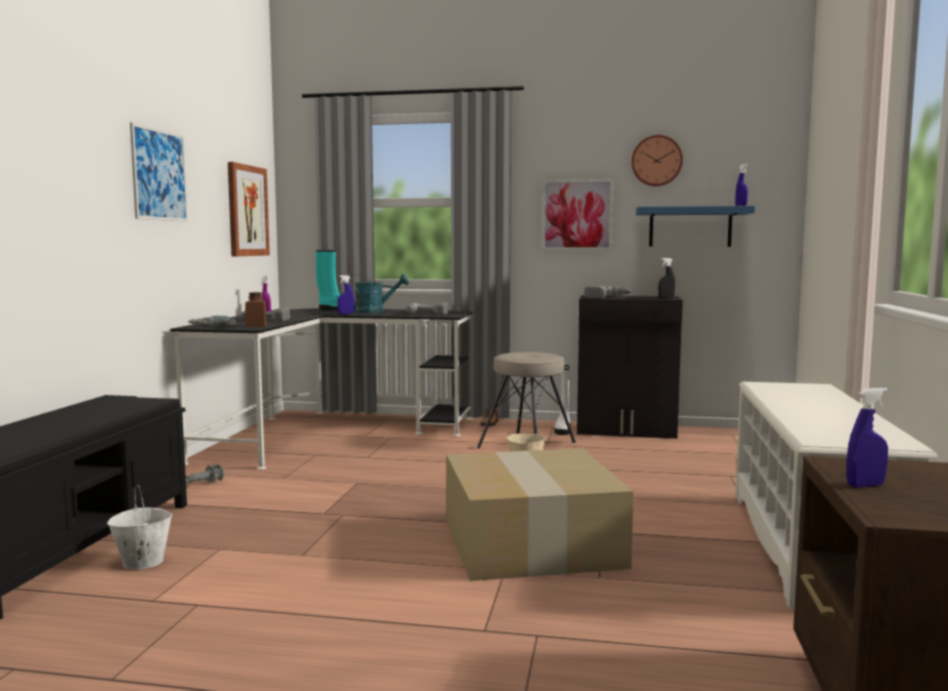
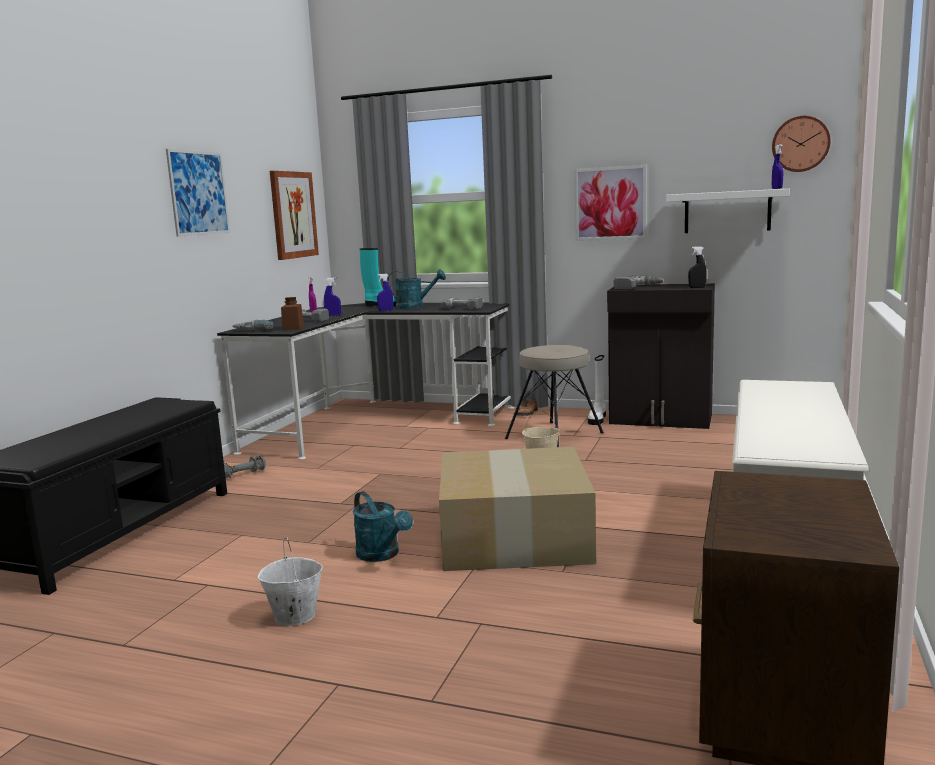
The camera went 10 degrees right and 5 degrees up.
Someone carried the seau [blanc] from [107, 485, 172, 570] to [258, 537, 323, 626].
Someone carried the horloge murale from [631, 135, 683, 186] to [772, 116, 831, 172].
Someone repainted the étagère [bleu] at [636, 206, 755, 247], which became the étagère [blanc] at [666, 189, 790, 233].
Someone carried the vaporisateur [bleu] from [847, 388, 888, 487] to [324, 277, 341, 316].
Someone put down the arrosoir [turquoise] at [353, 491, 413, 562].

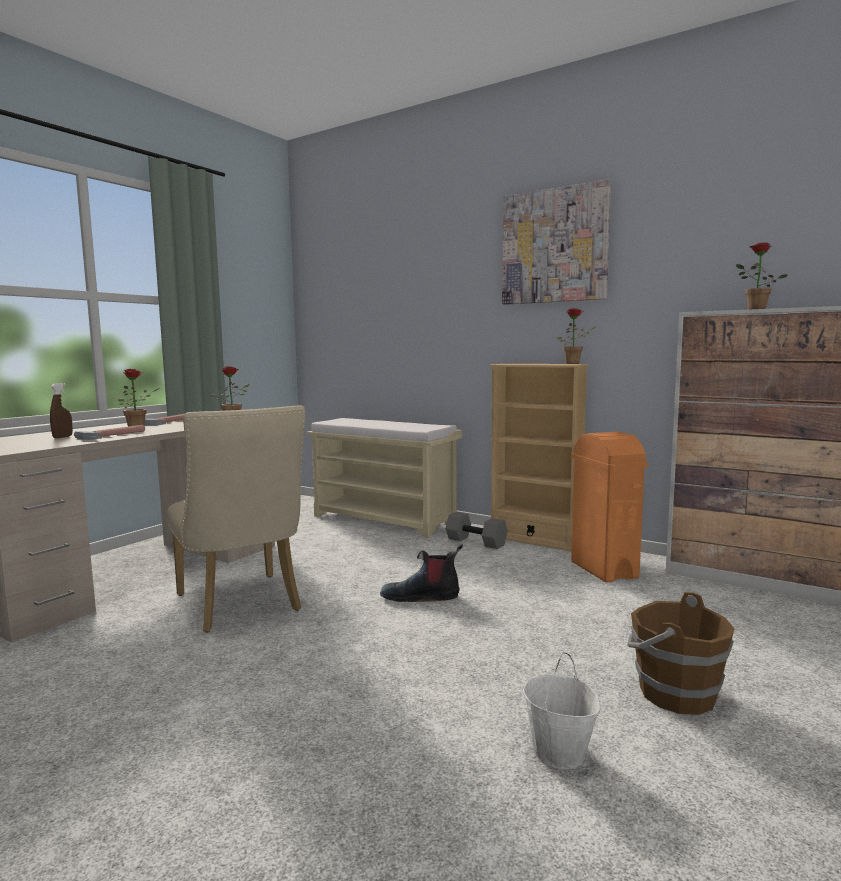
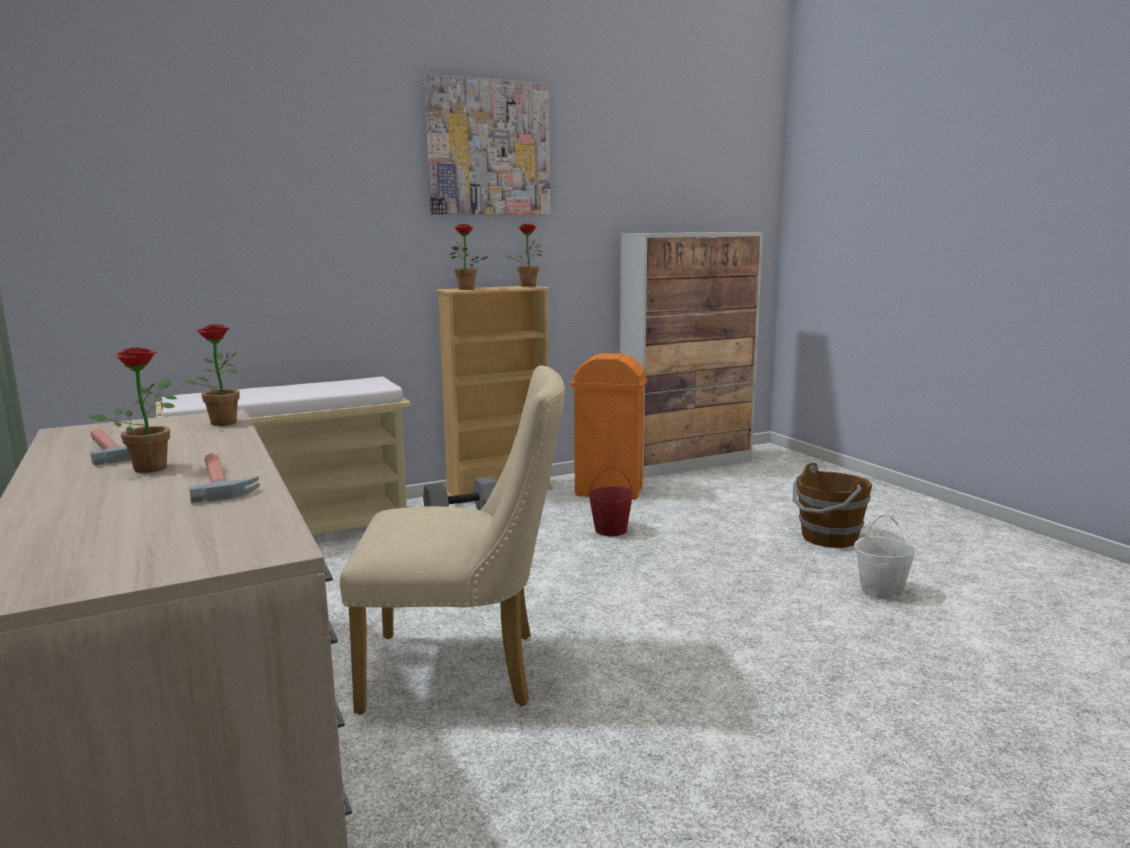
The camera went 60 degrees left and 5 degrees up.
Someone took away the vaporisateur [marron] at [50, 383, 73, 438].
Someone took away the botte at [380, 544, 463, 602].
Someone carried the plante en pot from [736, 242, 787, 310] to [450, 224, 488, 290].
Someone put down the seau [rouge] at [588, 466, 634, 536].

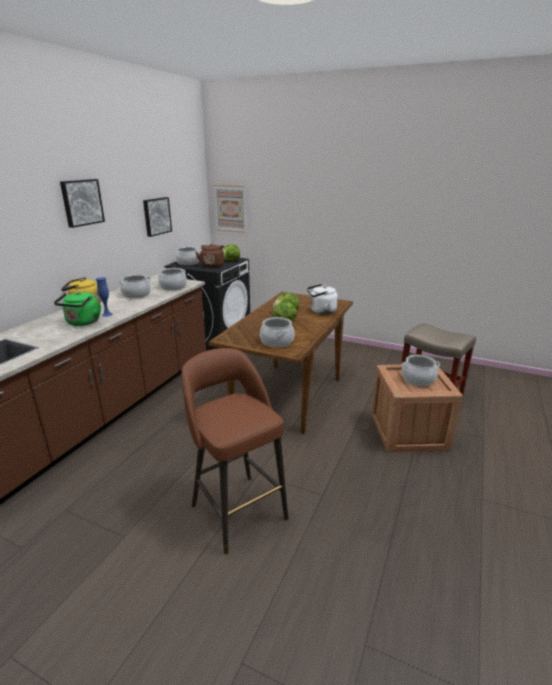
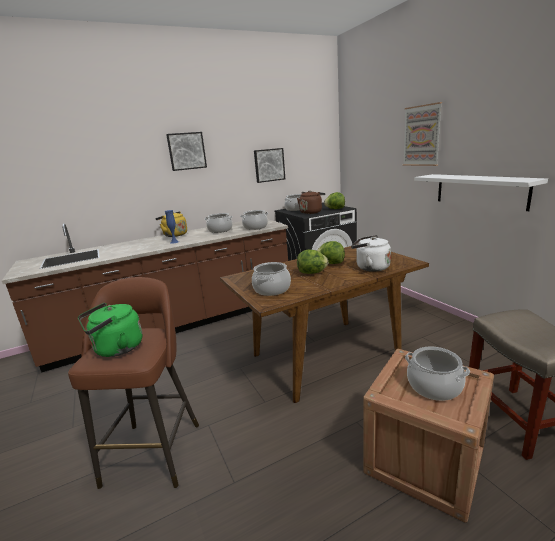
The camera went 40 degrees right and 5 degrees down.
Someone carried the bouilloire [vert] from [54, 292, 101, 326] to [78, 303, 142, 357].
Someone carried the tableau from [214, 185, 246, 233] to [403, 102, 442, 166].
Someone put up the étagère [blanc] at [414, 174, 548, 211].

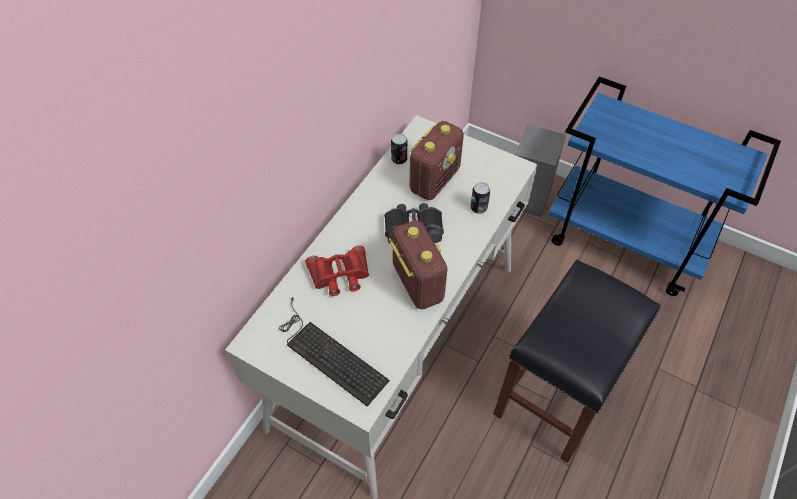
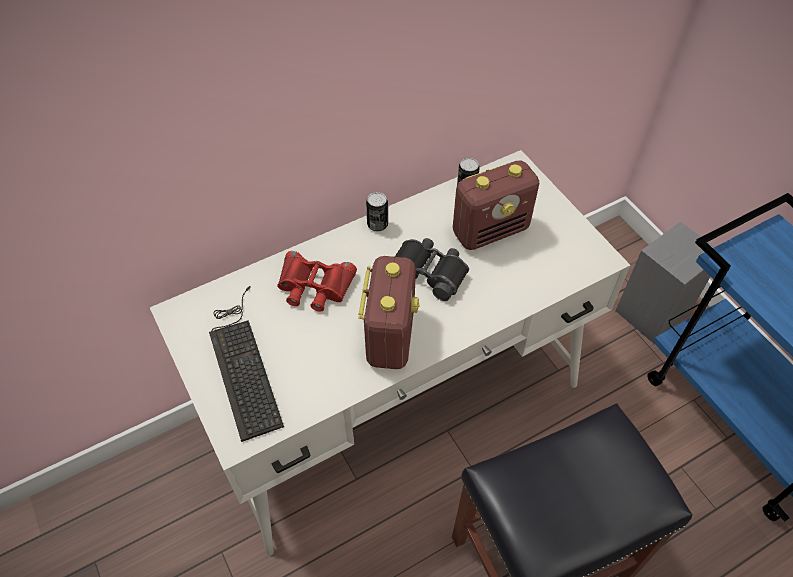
The camera went 30 degrees right and 0 degrees up.
Someone carried the boîte métallique from [471, 182, 490, 214] to [366, 192, 388, 232].

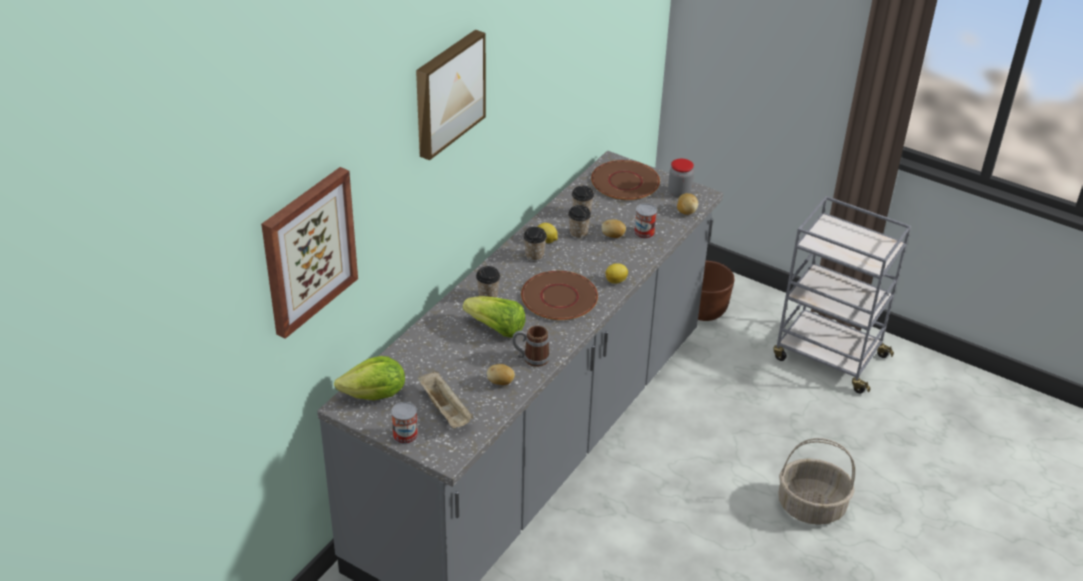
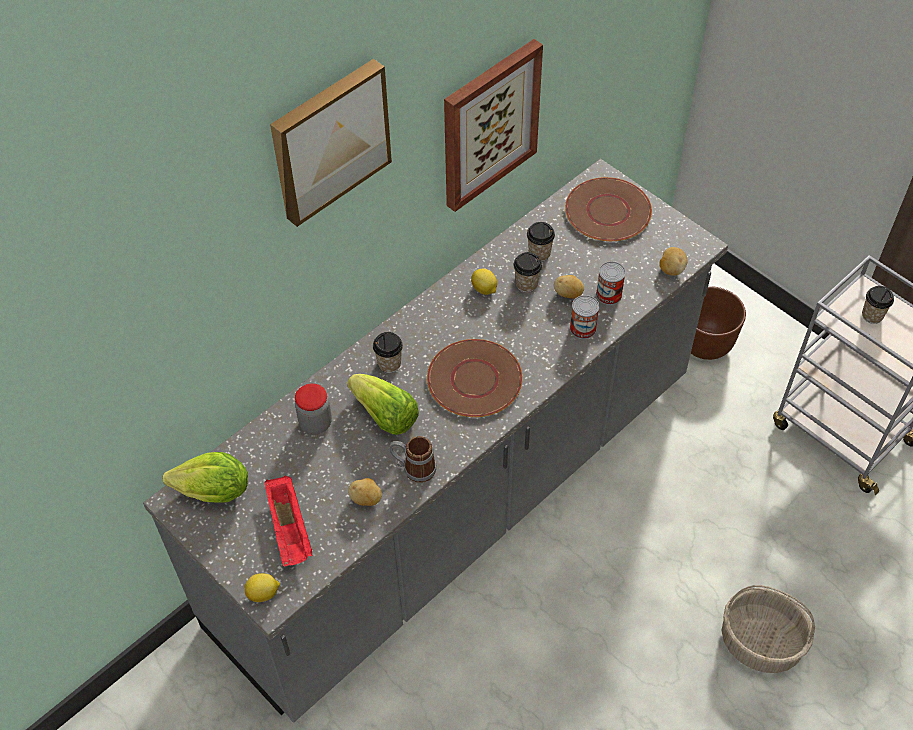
The camera went 15 degrees right and 15 degrees up.
Someone carried the tableau from [261, 167, 358, 339] to [444, 39, 543, 212].
Someone carried the boîte métallique from [391, 402, 418, 444] to [570, 295, 599, 339].
Someone repainted the plateau [beige] at [418, 371, 473, 428], which became the plateau [rouge] at [265, 476, 312, 566].
Someone carried the tasse from [523, 227, 547, 261] to [862, 286, 894, 324].
Someone carried the citron from [605, 263, 628, 284] to [245, 573, 280, 602].
Someone carried the bocal from [668, 159, 694, 198] to [295, 384, 332, 434].

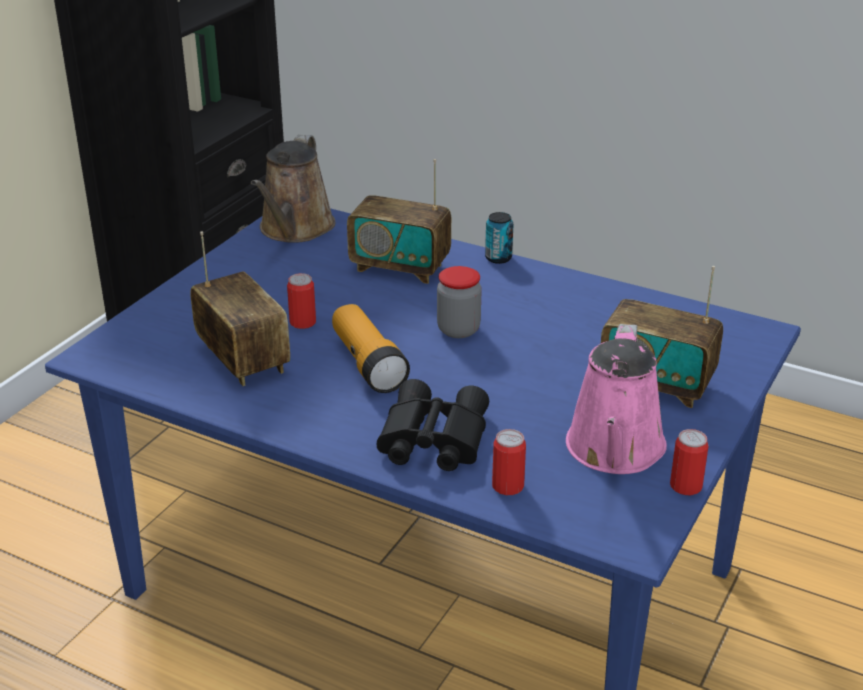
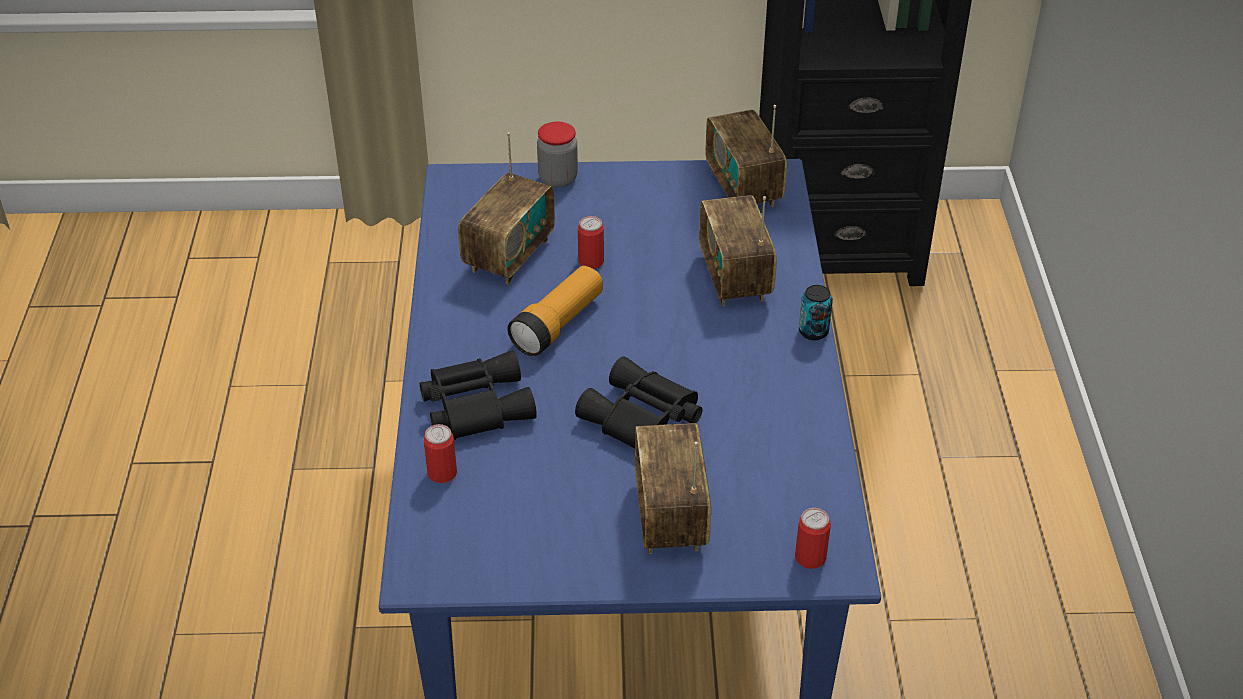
The camera went 60 degrees right and 10 degrees up.
Someone swapped the arrosoir [marron] at [251, 135, 336, 243] for the radio at [705, 105, 787, 207].
Someone carried the bocal from [437, 266, 482, 338] to [537, 122, 578, 187].
Someone took away the arrosoir [rose] at [566, 324, 667, 474].
Someone carried the boîte métallique from [670, 429, 709, 495] to [795, 508, 831, 569].
Someone put down the jumelles [noir] at [575, 356, 702, 448].

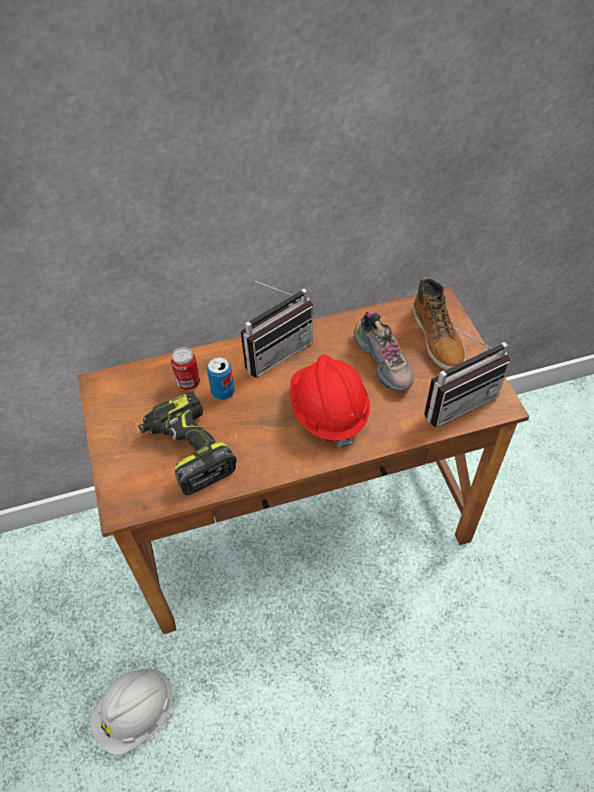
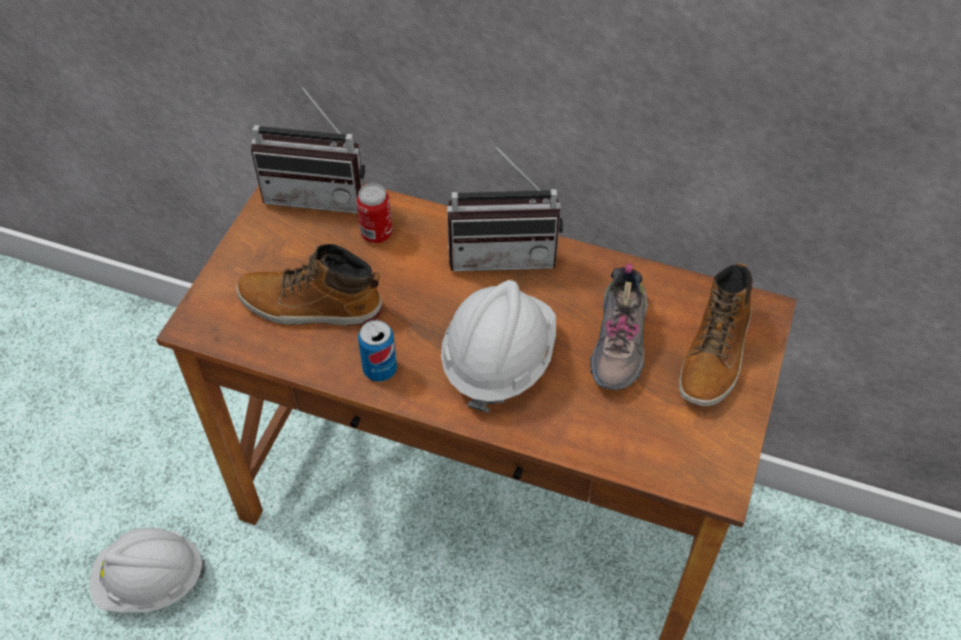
The camera went 35 degrees right and 0 degrees up.
Someone swapped the perceuse at [138, 391, 237, 495] for the botte at [236, 244, 382, 326].
Someone carried the boîte métallique from [207, 357, 235, 400] to [358, 320, 397, 382].
Someone repainted the casque de chantier [rouge] at [290, 355, 370, 448], which became the casque de chantier [blanc] at [441, 280, 556, 413].
Someone carried the radio from [424, 325, 510, 427] to [251, 82, 365, 214].

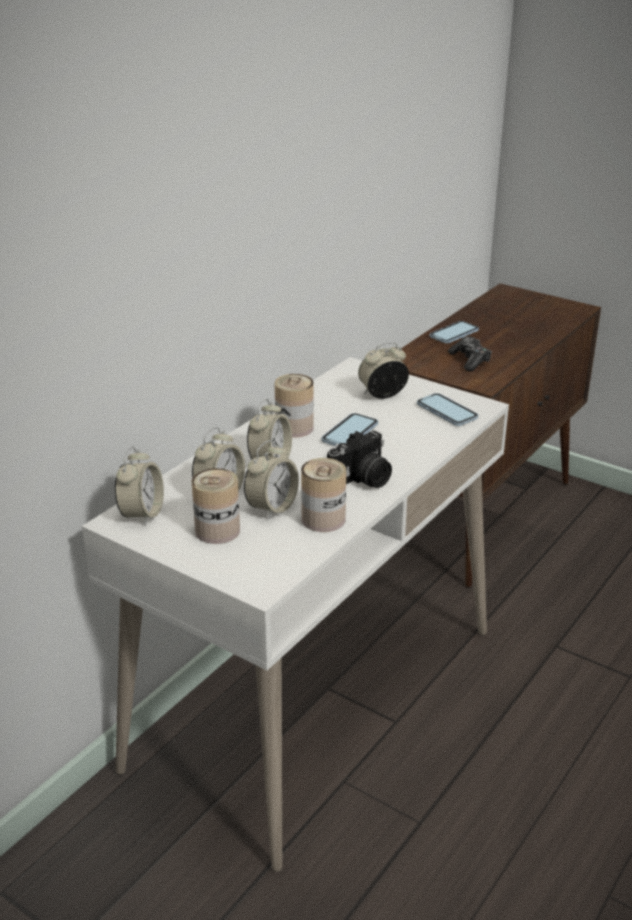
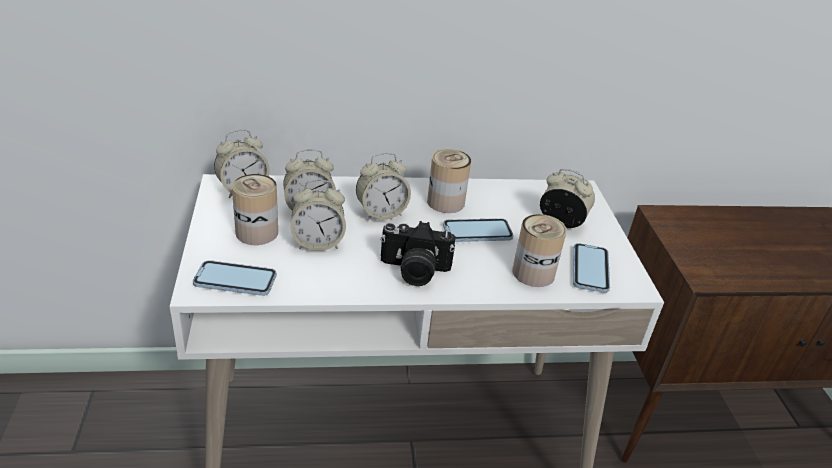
The camera went 45 degrees right and 5 degrees up.
Someone carried the boîte métallique from [301, 458, 346, 532] to [512, 214, 567, 287].
Someone carried the téléphone from [430, 321, 479, 343] to [193, 260, 277, 296].
Someone took away the manette at [448, 336, 492, 371].

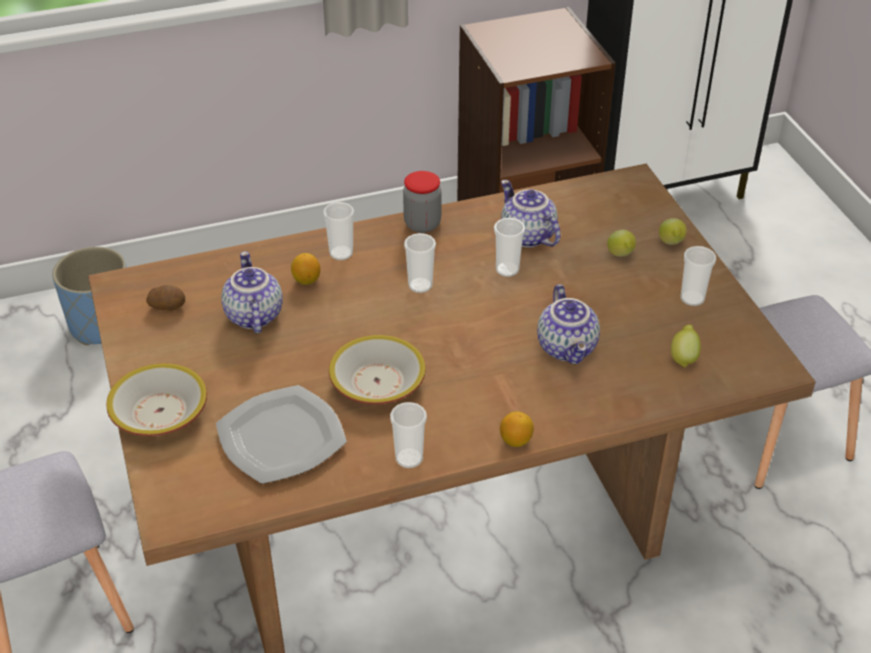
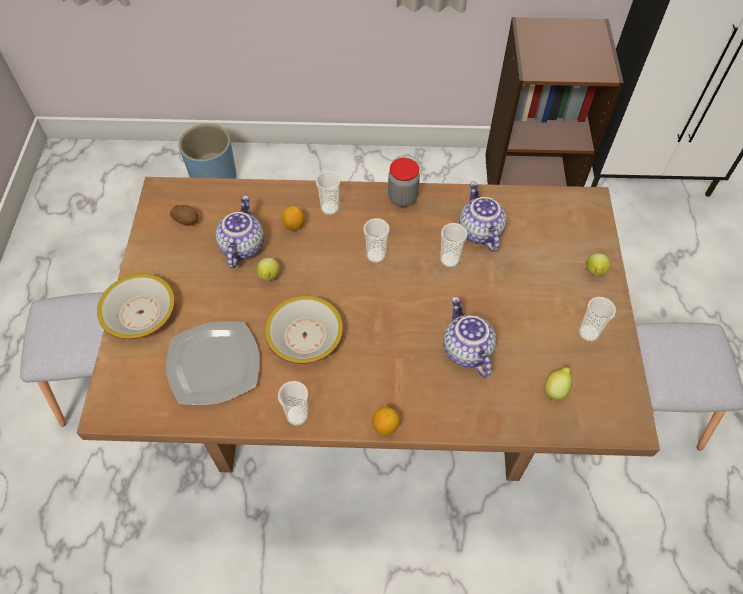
The camera went 20 degrees right and 15 degrees up.
Someone rotated the théière at [537, 284, 600, 364] by 150 degrees clockwise.
Someone carried the citron from [607, 230, 636, 257] to [257, 258, 280, 281].

